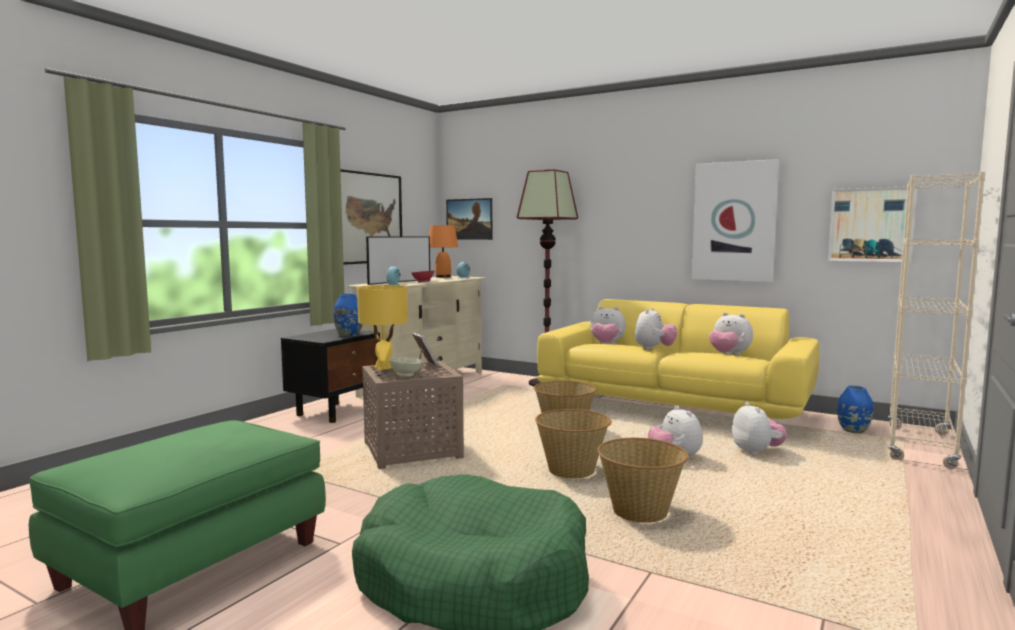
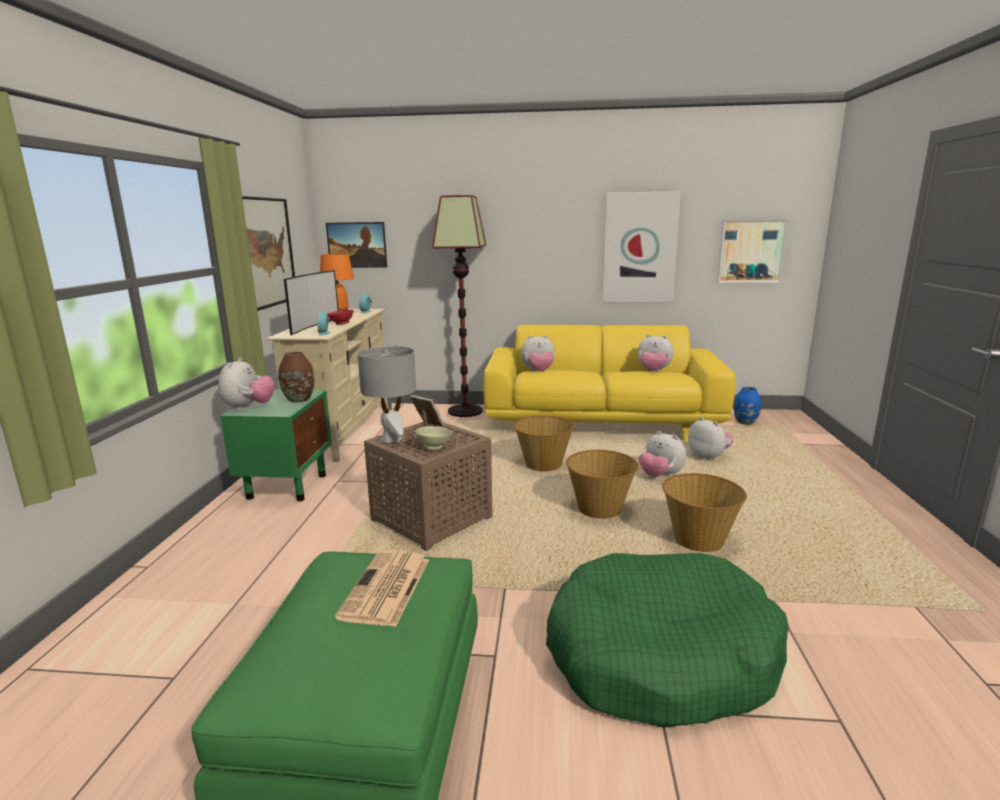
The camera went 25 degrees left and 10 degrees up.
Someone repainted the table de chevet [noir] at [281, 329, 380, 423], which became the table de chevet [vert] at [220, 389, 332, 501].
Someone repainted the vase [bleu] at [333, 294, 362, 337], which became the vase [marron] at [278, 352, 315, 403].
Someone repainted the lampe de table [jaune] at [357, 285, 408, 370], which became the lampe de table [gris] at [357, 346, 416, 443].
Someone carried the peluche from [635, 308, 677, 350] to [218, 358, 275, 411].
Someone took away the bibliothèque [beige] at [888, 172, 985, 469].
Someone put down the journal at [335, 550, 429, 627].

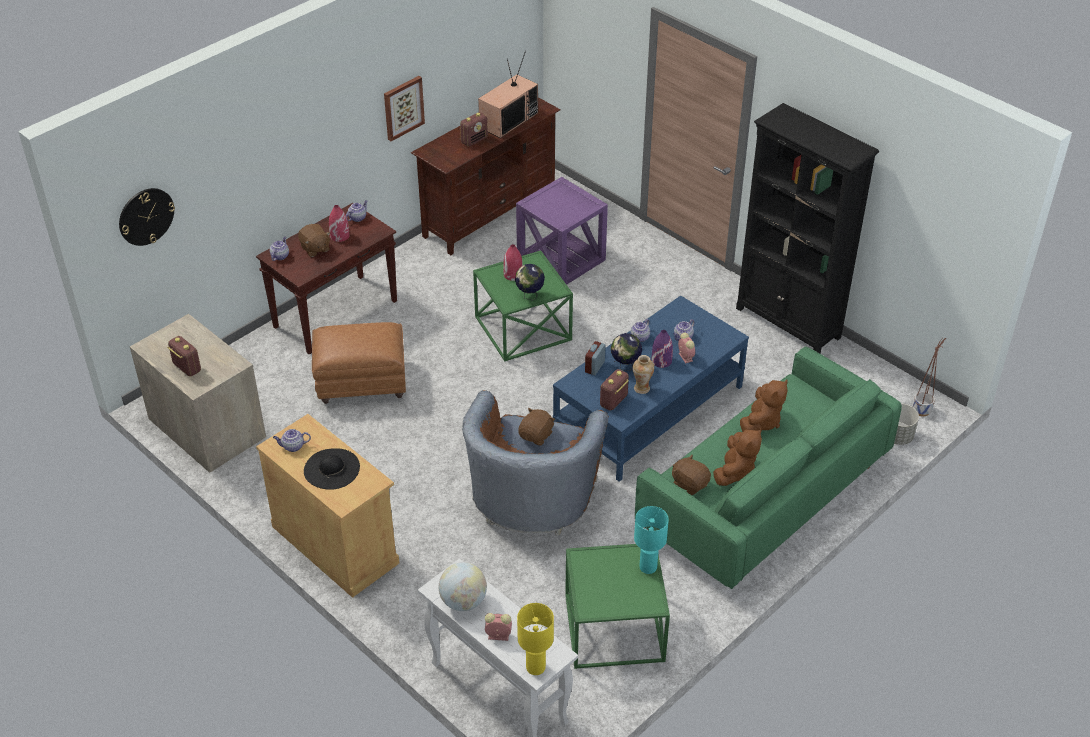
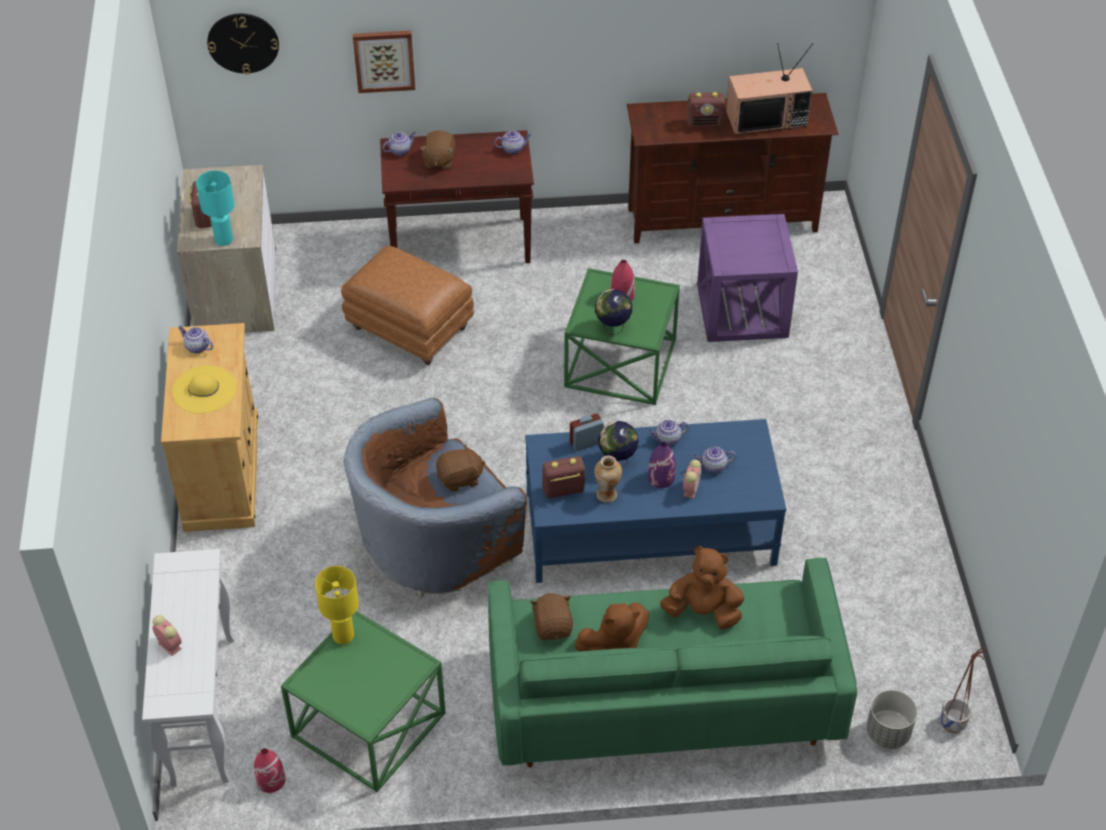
The camera went 40 degrees right and 5 degrees up.
Someone repainted the chapeau [noir] at [304, 448, 360, 490], which became the chapeau [jaune] at [172, 365, 237, 413].
Someone carried the vase [rouge] from [329, 205, 350, 242] to [254, 748, 285, 793].
Someone carried the tableau from [384, 76, 425, 141] to [353, 31, 415, 93].
Someone took away the globe at [439, 562, 487, 611].
Someone carried the lampe de table [jaune] from [517, 603, 554, 675] to [315, 566, 359, 644].
Someone carried the lampe de table [turquoise] from [634, 506, 669, 574] to [196, 170, 235, 246].
Someone took away the bibliothèque [noir] at [736, 103, 879, 354].
Someone rotated the peluche [marron] at [740, 379, 788, 432] by 150 degrees counterclockwise.

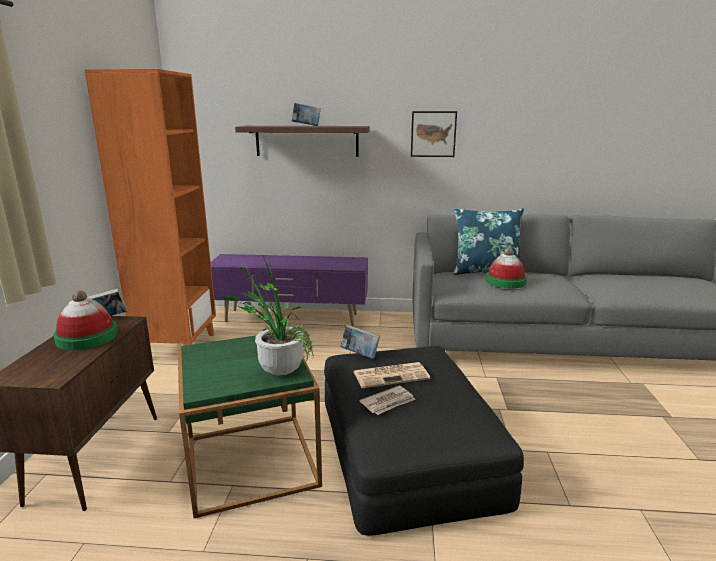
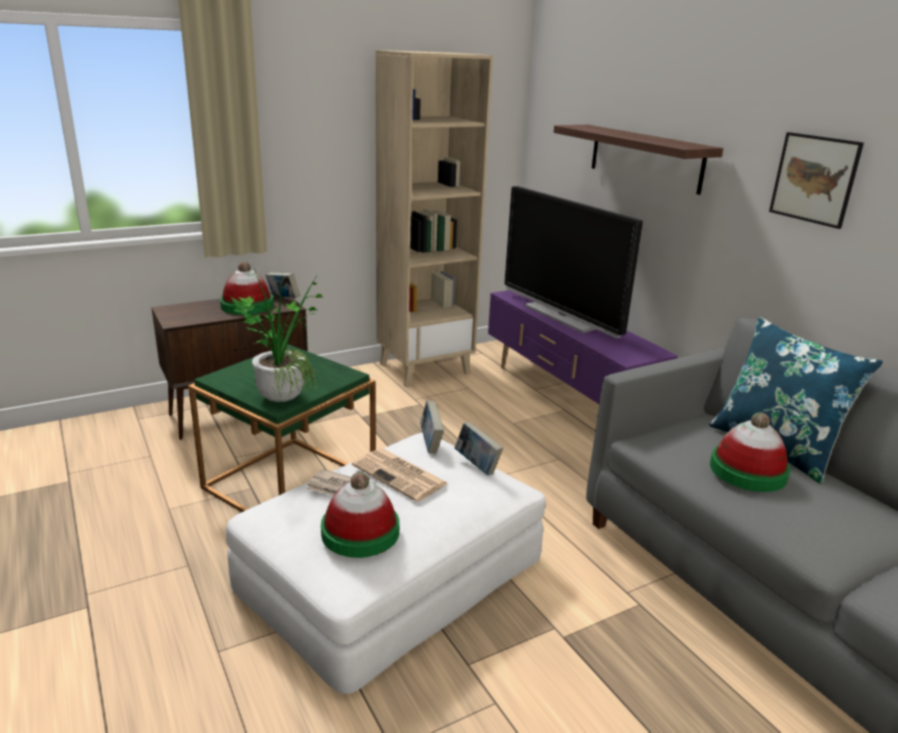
The camera went 55 degrees right and 5 degrees up.
Someone repainted the bibliothèque [orange] at [84, 69, 216, 346], which became the bibliothèque [beige] at [376, 50, 493, 387].
Someone carried the livre from [291, 103, 321, 126] to [455, 422, 503, 476].
Someone repainted the pouf [noir] at [324, 346, 524, 536], which became the pouf [blanc] at [226, 433, 546, 694].
Someone put down the chapeau at [321, 472, 399, 558].
Someone put down the téléviseur at [504, 186, 643, 338].

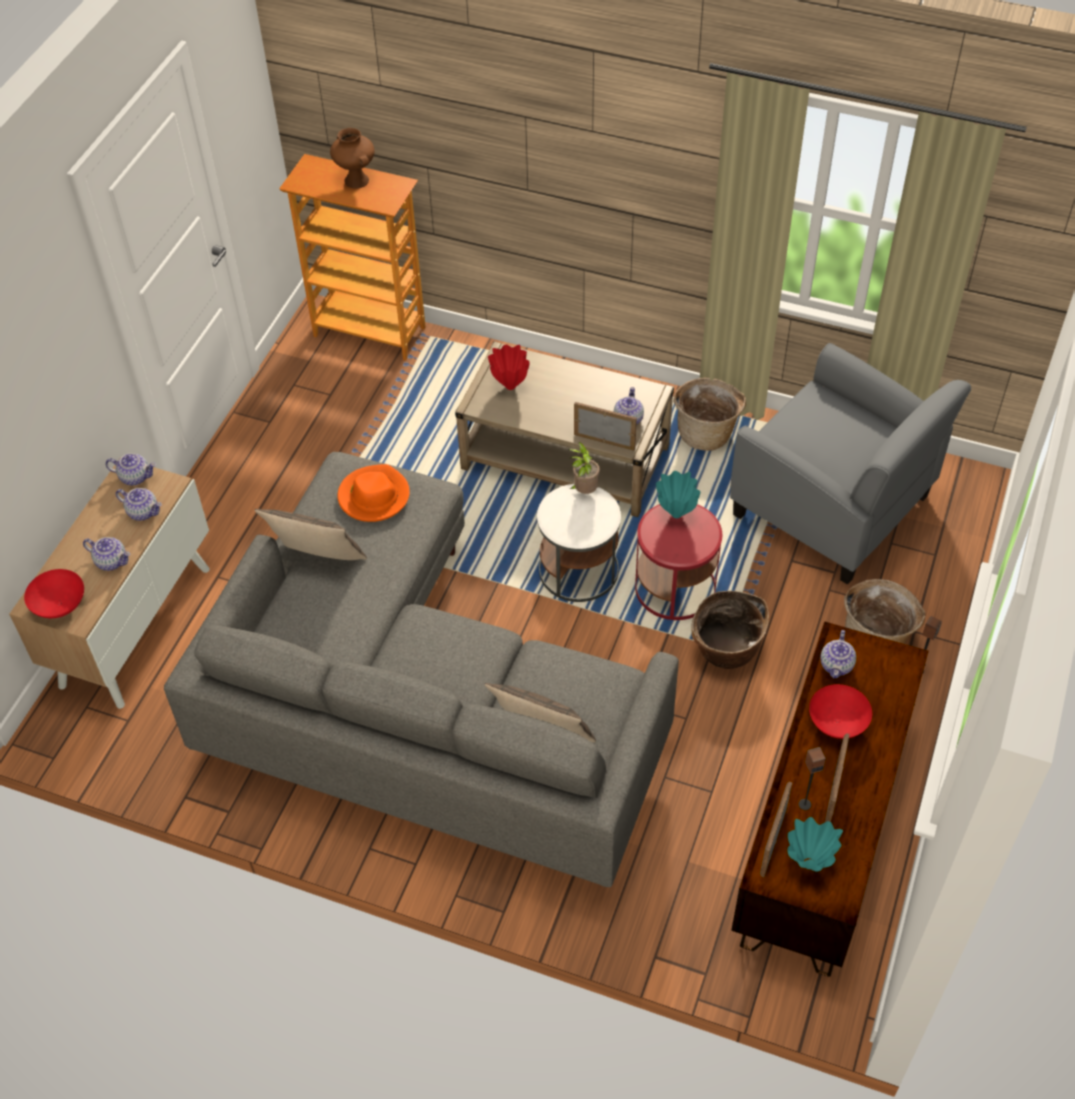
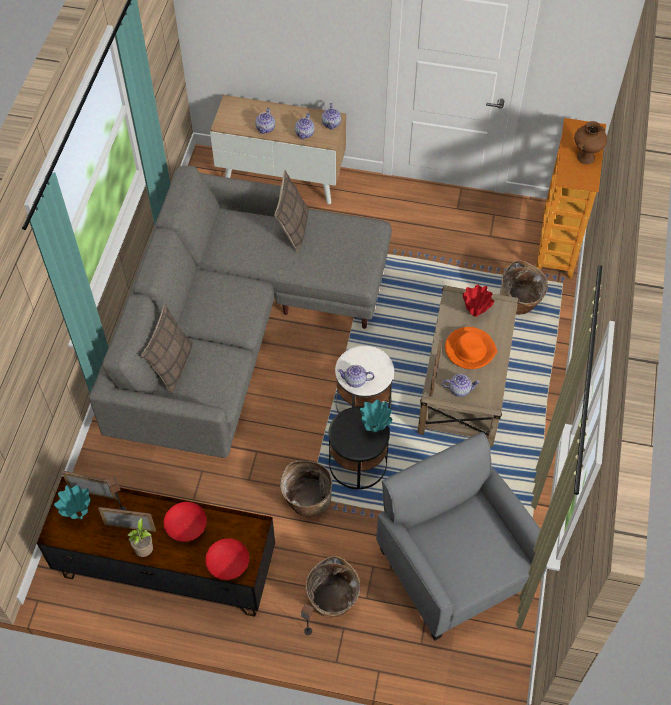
The camera went 80 degrees right and 5 degrees up.
Someone carried the bol [rouge] from [24, 569, 84, 618] to [205, 538, 249, 580].
Someone carried the chapeau [orange] from [337, 464, 410, 522] to [445, 327, 497, 369].
Someone carried the plante en pot from [569, 442, 600, 494] to [127, 518, 153, 557].
Someone repainted the table d'appoint [rouge] at [635, 504, 722, 620], which became the table d'appoint [noir] at [329, 407, 390, 489].
Someone carried the panier from [673, 378, 746, 451] to [500, 260, 548, 315].
Someone rotated the fauteuil [gris] at [730, 343, 971, 585] by 120 degrees clockwise.
Someone carried the théière from [820, 630, 856, 678] to [337, 365, 374, 388].

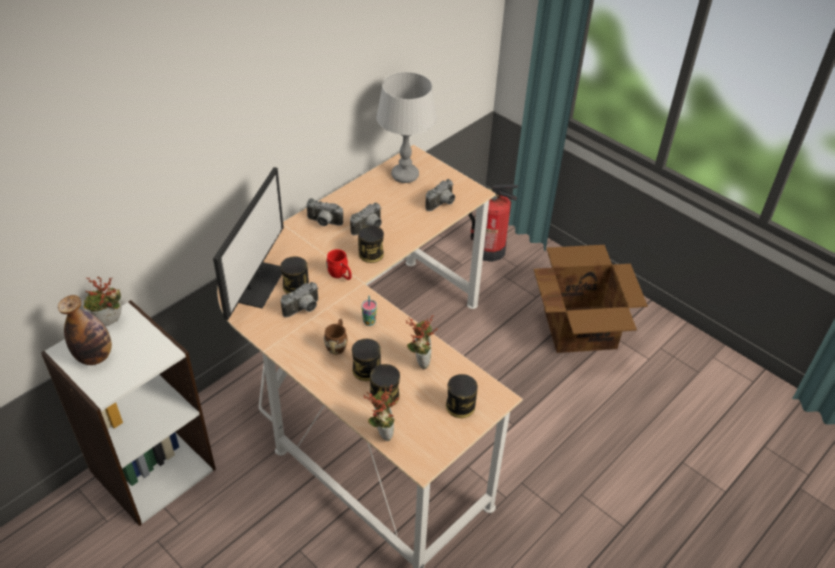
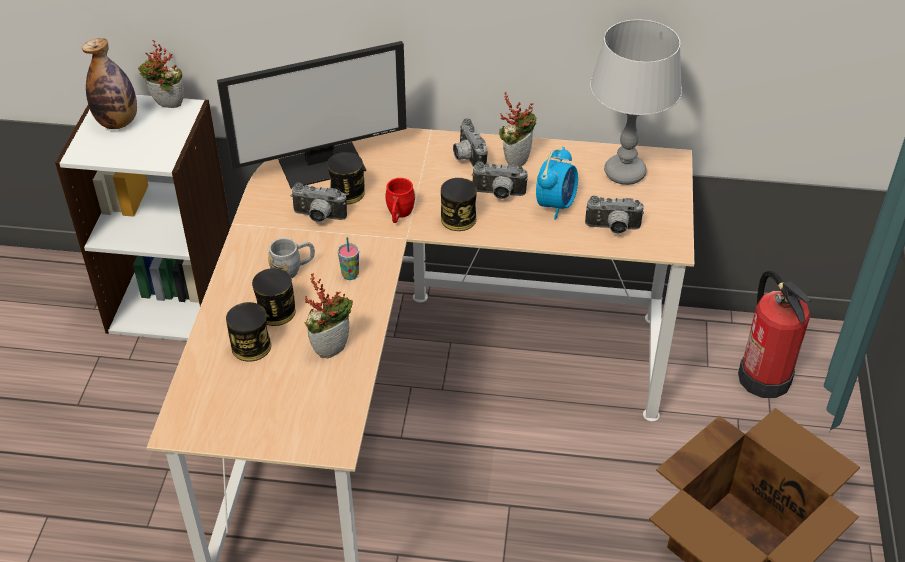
The camera went 55 degrees right and 0 degrees up.
Someone repainted the mug [marron] at [324, 319, 347, 355], which became the mug [gris] at [268, 238, 315, 279].
Someone carried the plante en pot from [363, 385, 399, 442] to [499, 92, 537, 167].
Someone took away the boîte métallique at [446, 374, 478, 418].
Someone put down the réveil at [536, 147, 578, 220].

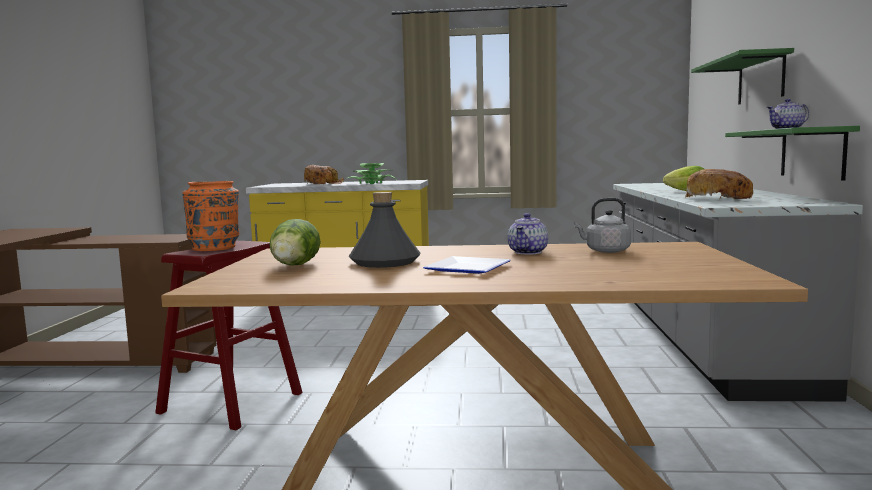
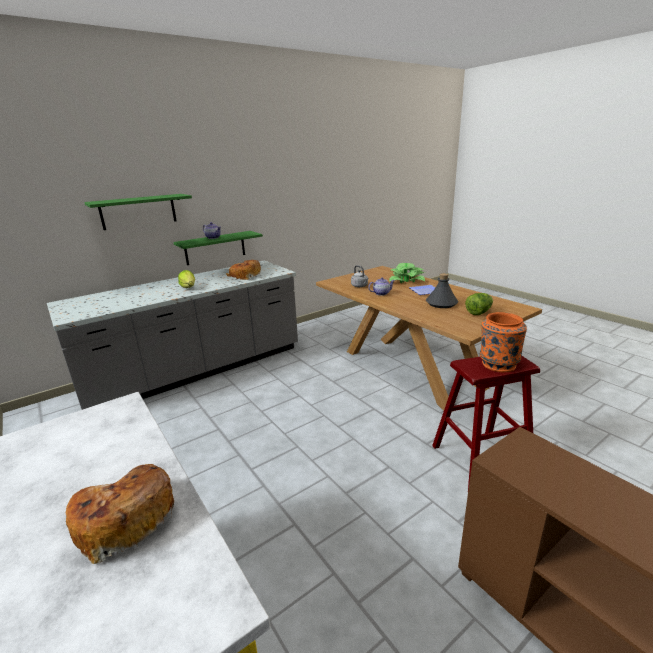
The camera went 130 degrees left and 15 degrees up.
Someone carried the plante en pot from [346, 163, 396, 184] to [389, 263, 425, 283].

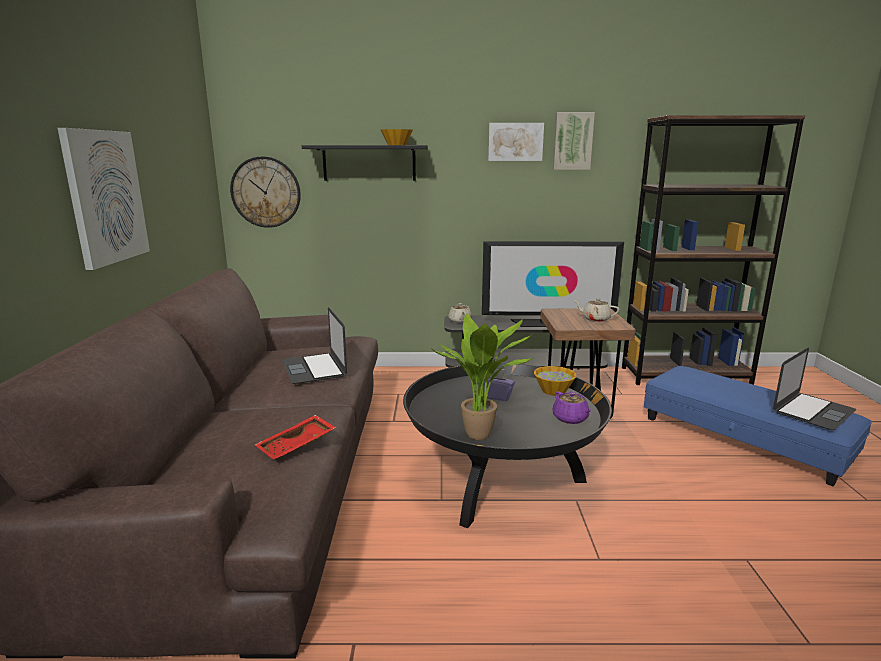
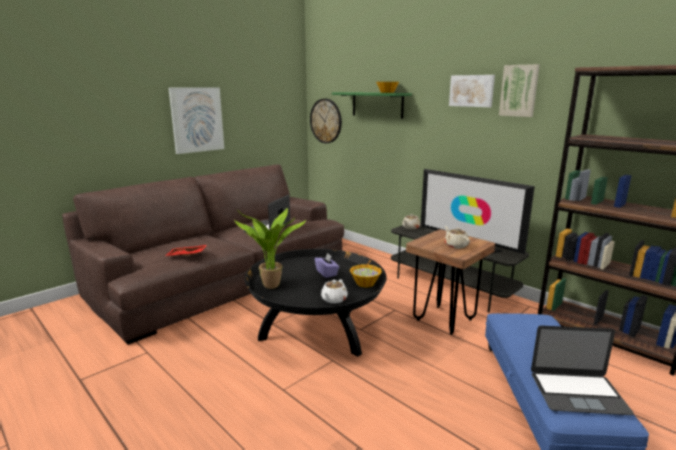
The camera went 45 degrees right and 0 degrees up.
Someone repainted the étagère [noir] at [302, 145, 428, 181], which became the étagère [vert] at [332, 92, 412, 119].
Someone repainted the théière [violet] at [553, 391, 591, 424], which became the théière [blanc] at [321, 280, 348, 304].

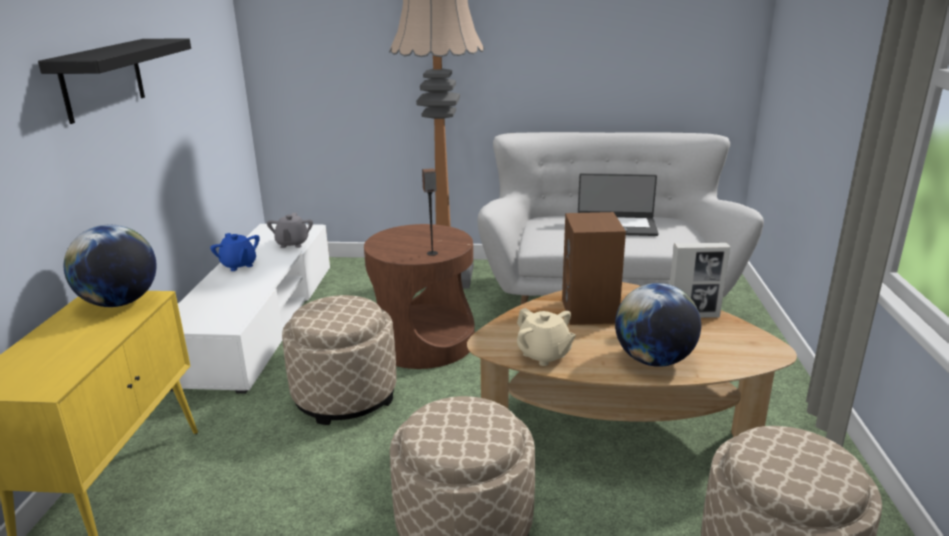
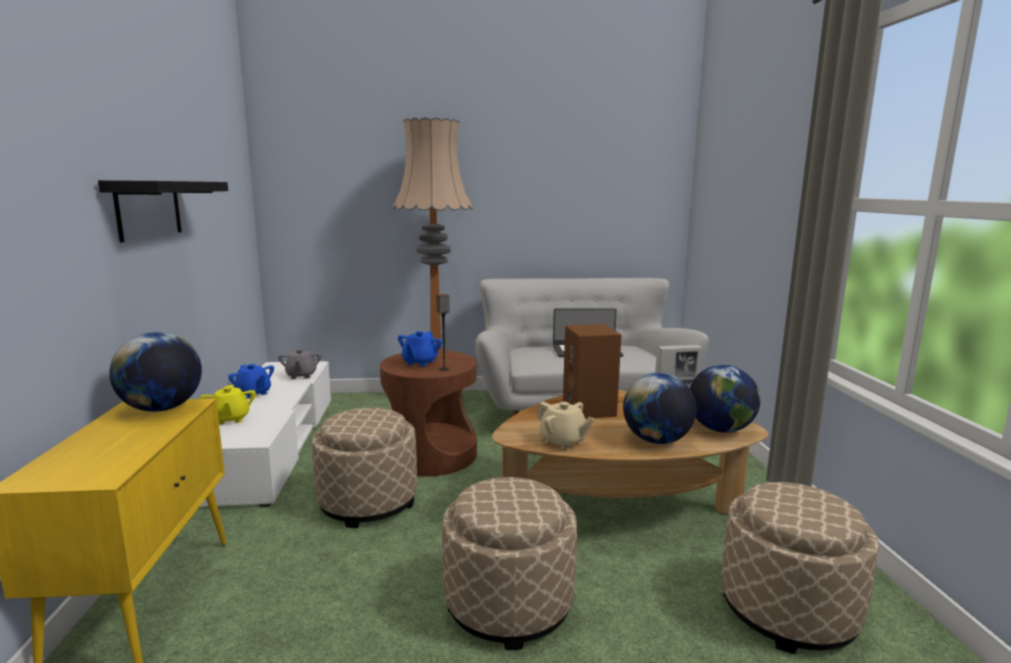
The camera went 10 degrees left and 10 degrees down.
Someone put down the théière [jaune] at [200, 385, 256, 425].
Someone put down the théière [bleu] at [398, 331, 442, 367].
Someone put down the globe at [690, 364, 761, 433].

